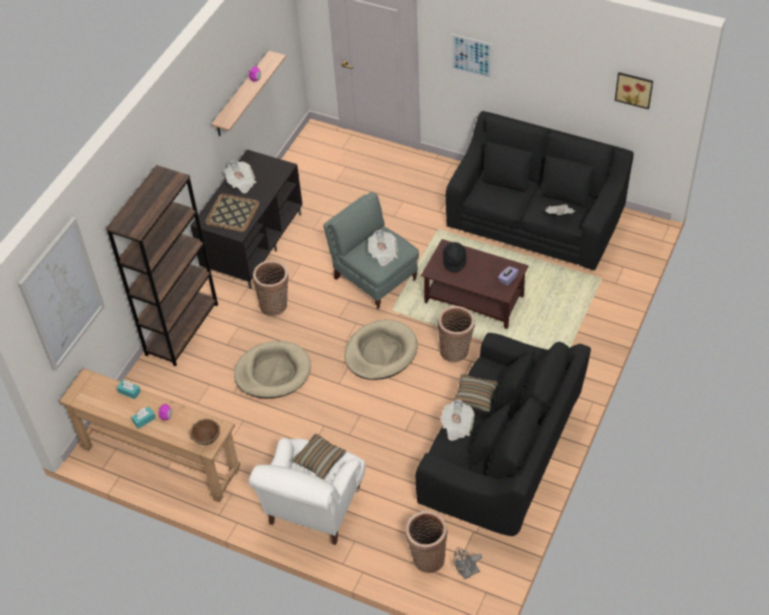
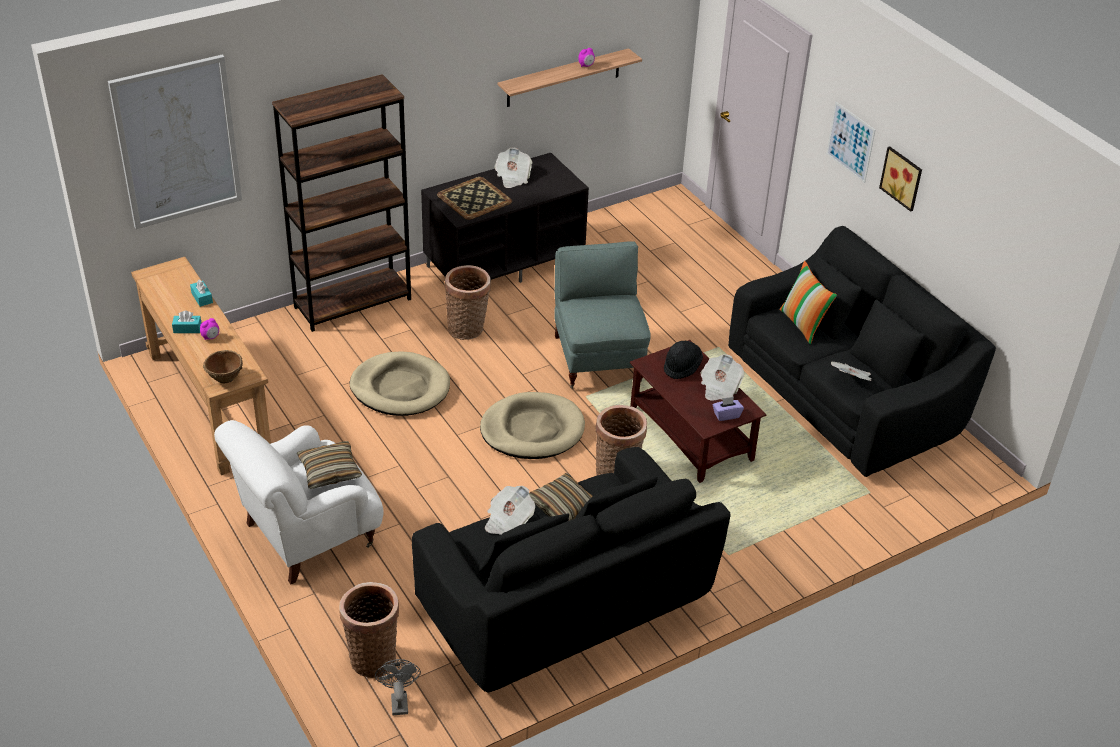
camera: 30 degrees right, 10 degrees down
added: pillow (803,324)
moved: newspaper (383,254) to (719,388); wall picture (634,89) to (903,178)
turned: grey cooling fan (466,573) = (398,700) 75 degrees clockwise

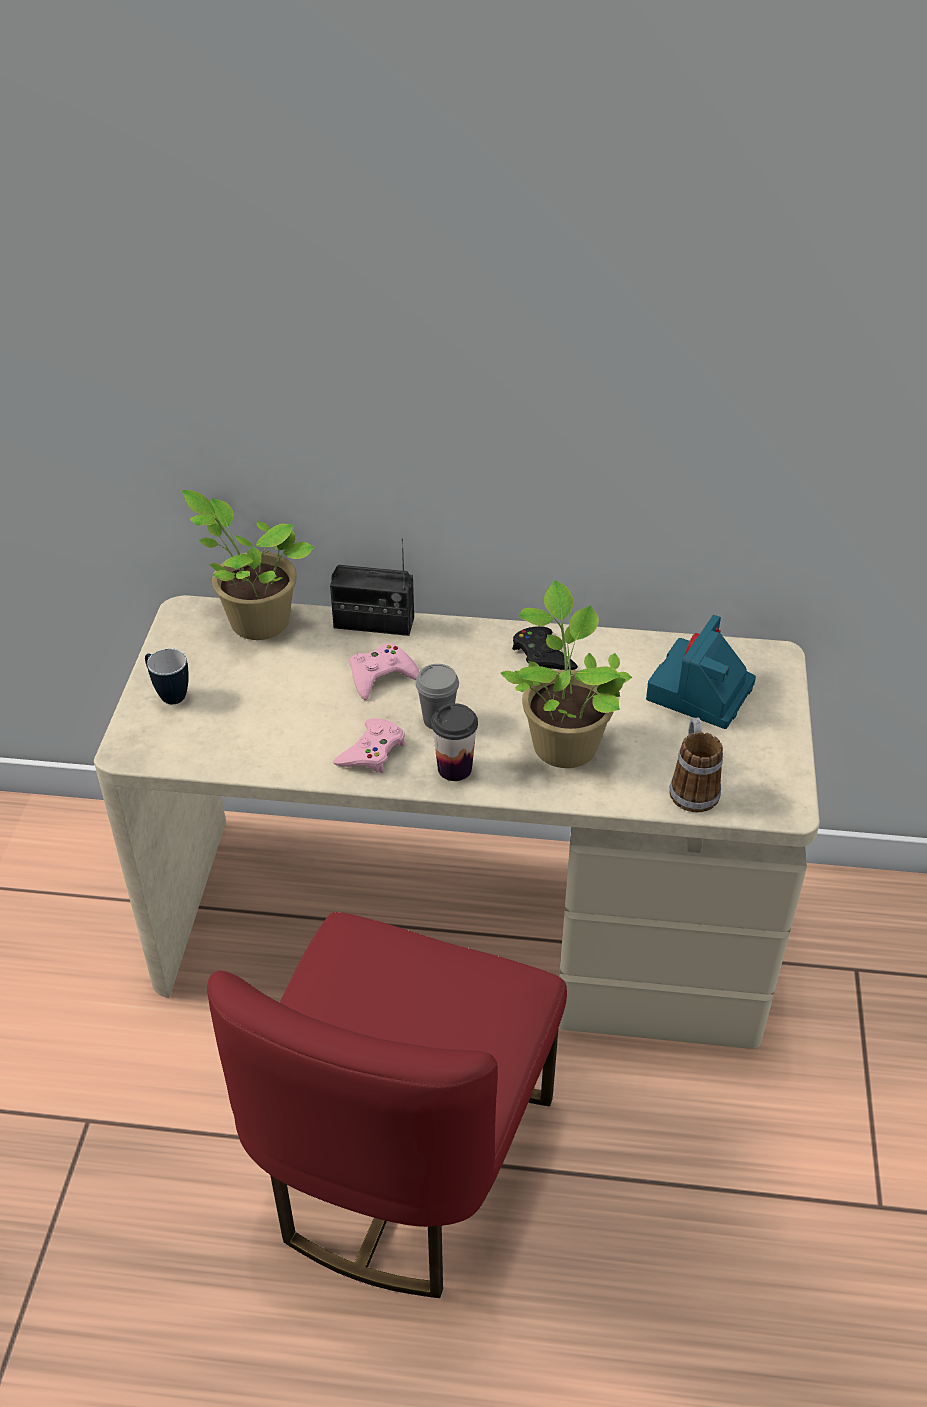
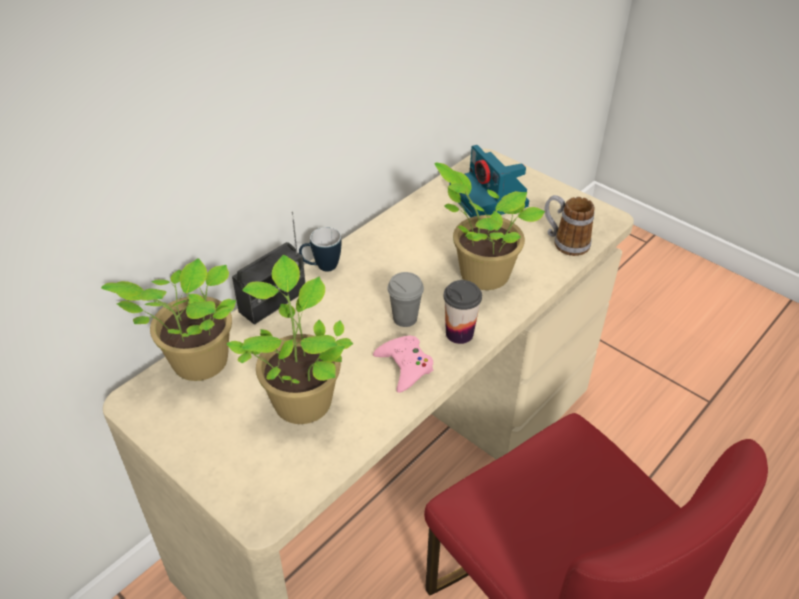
camera: 55 degrees left, 0 degrees up
removed: pink game controller (381,676); blackish game controller (542,656)
added: houseplant (301,398)
moved: coffee mug (168,694) to (321,267)

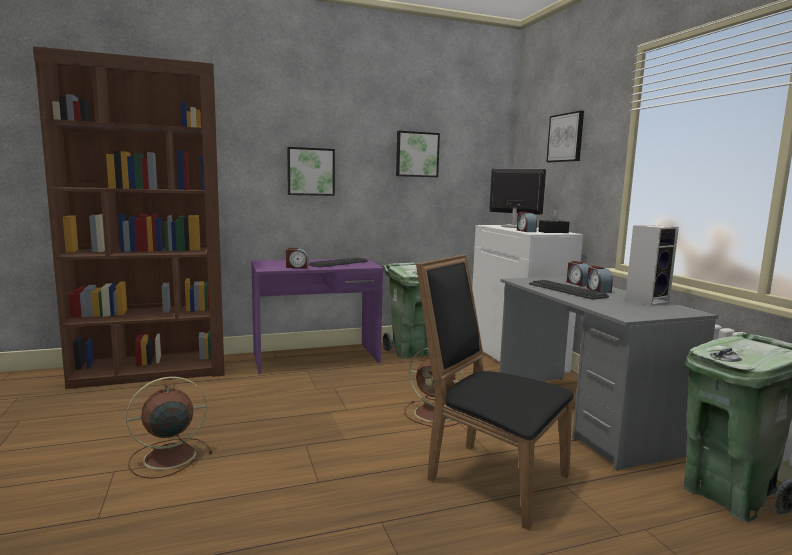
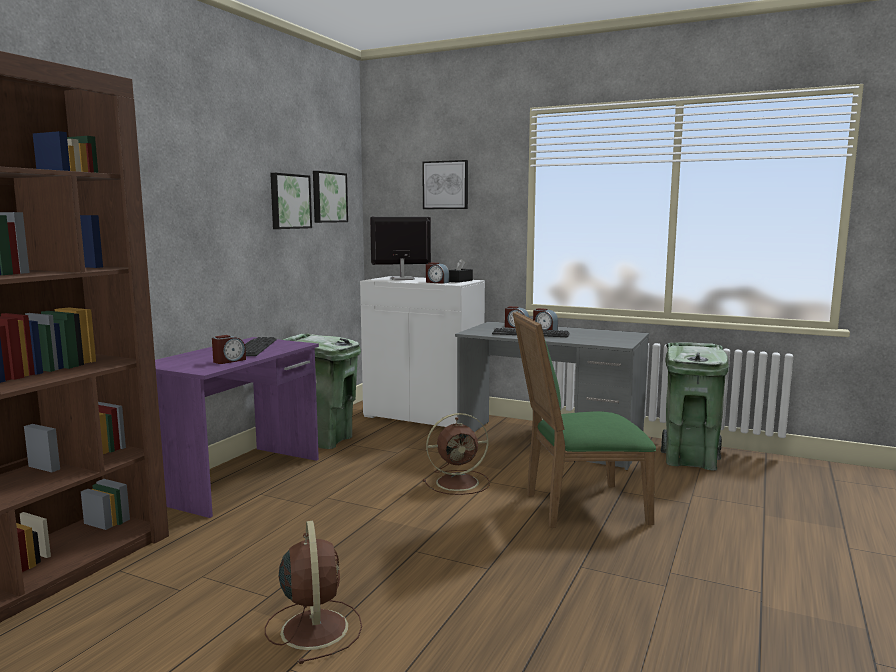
camera: 45 degrees left, 0 degrees up
removed: audio speaker (647,300)
moved: wall picture (310,171) to (328,197)
recoloured: blackish plain chair (489,476) to greenish plain chair (578,507)
turned: brownish cooling fan (167,457) = (314,627) 150 degrees clockwise

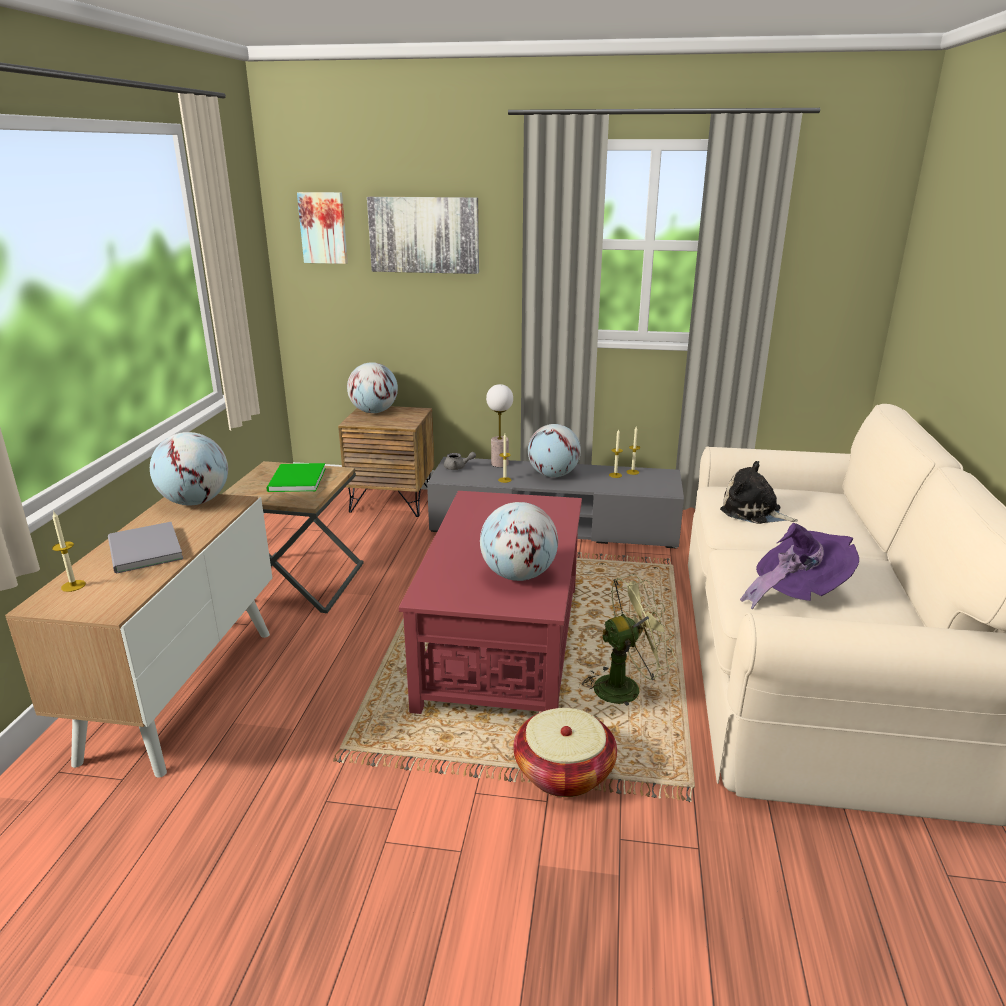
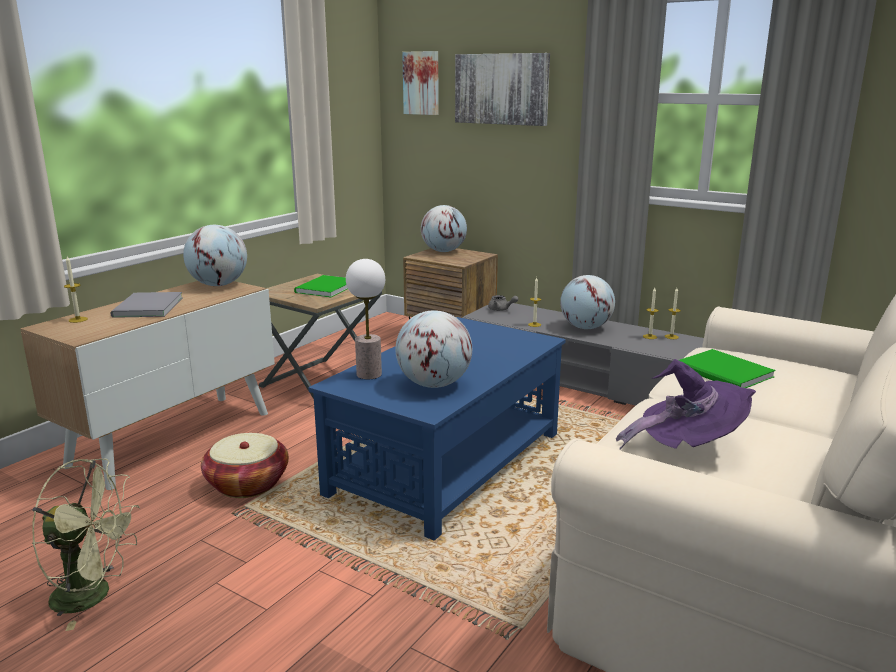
camera: 25 degrees right, 5 degrees down
moved: greenish cooling fan (625,687) to (94,595); storage basket (563,772) to (247,484); tabletop lamp (499,464) to (369,374)
replaced: soft toy (754,512) to greenish bound book (725,373)
recoloured: red-coloured coffee table (501,644) to blue-coloured coffee table (446,463)

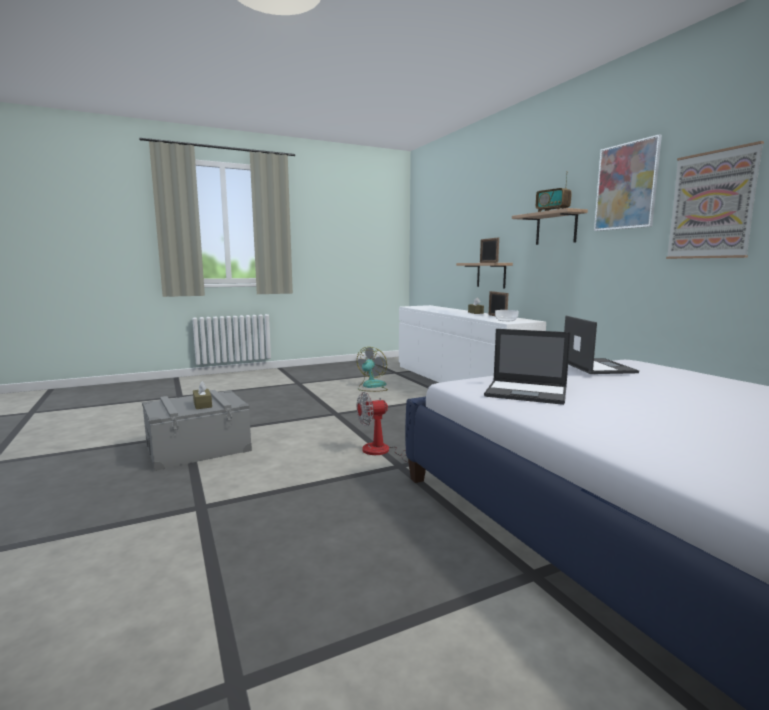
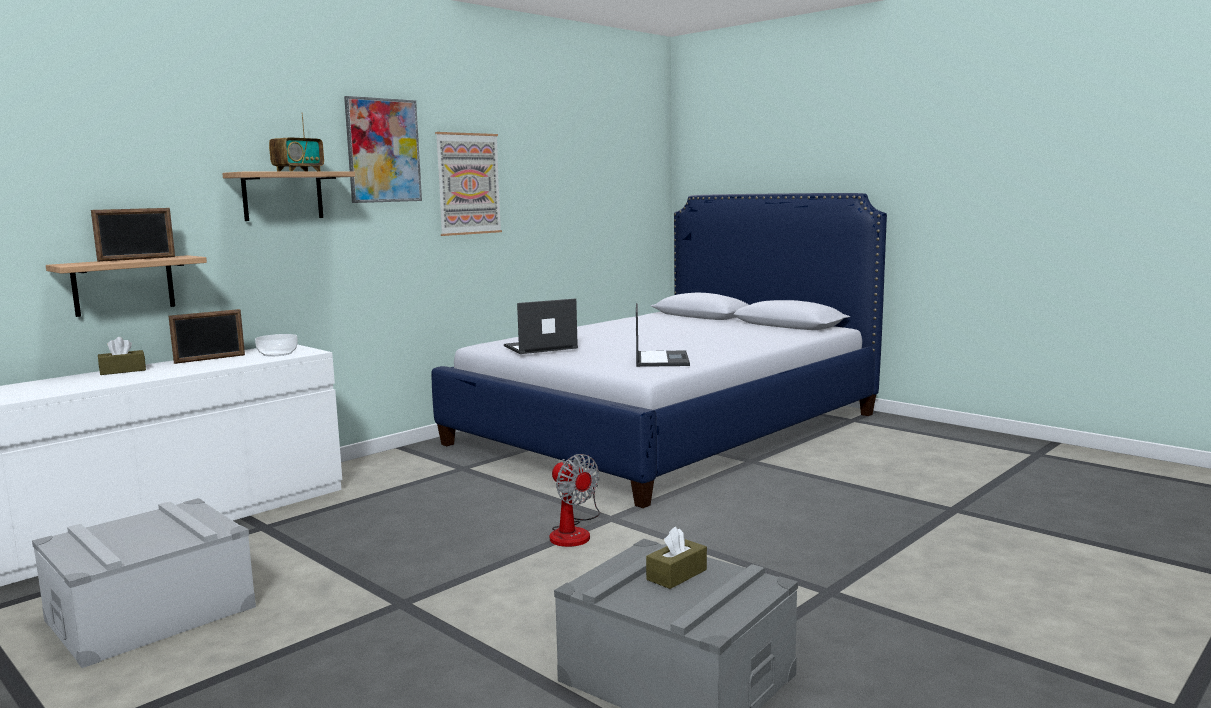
camera: 110 degrees left, 0 degrees up
replaced: cooling fan (371,386) to grey storage bin (151,614)

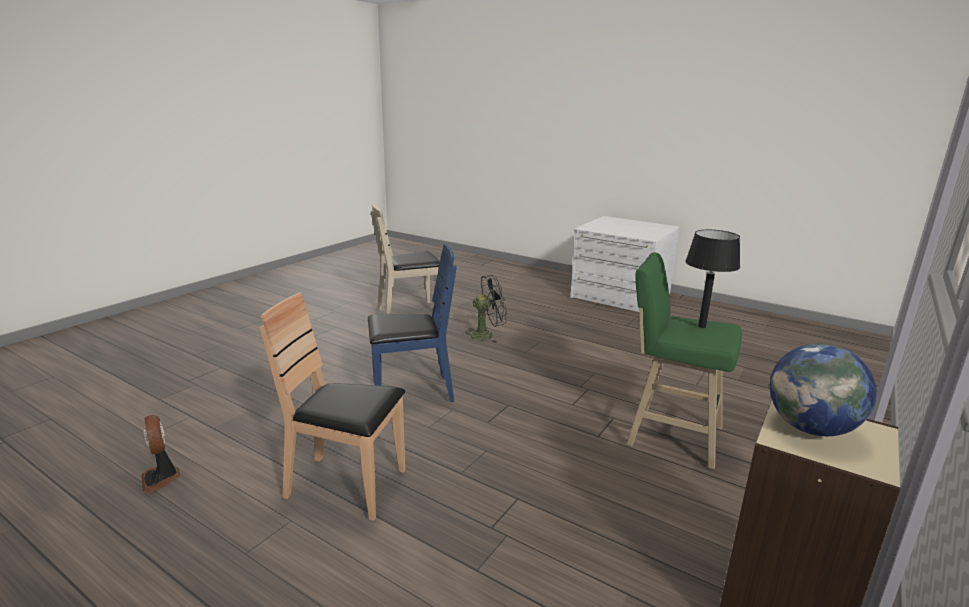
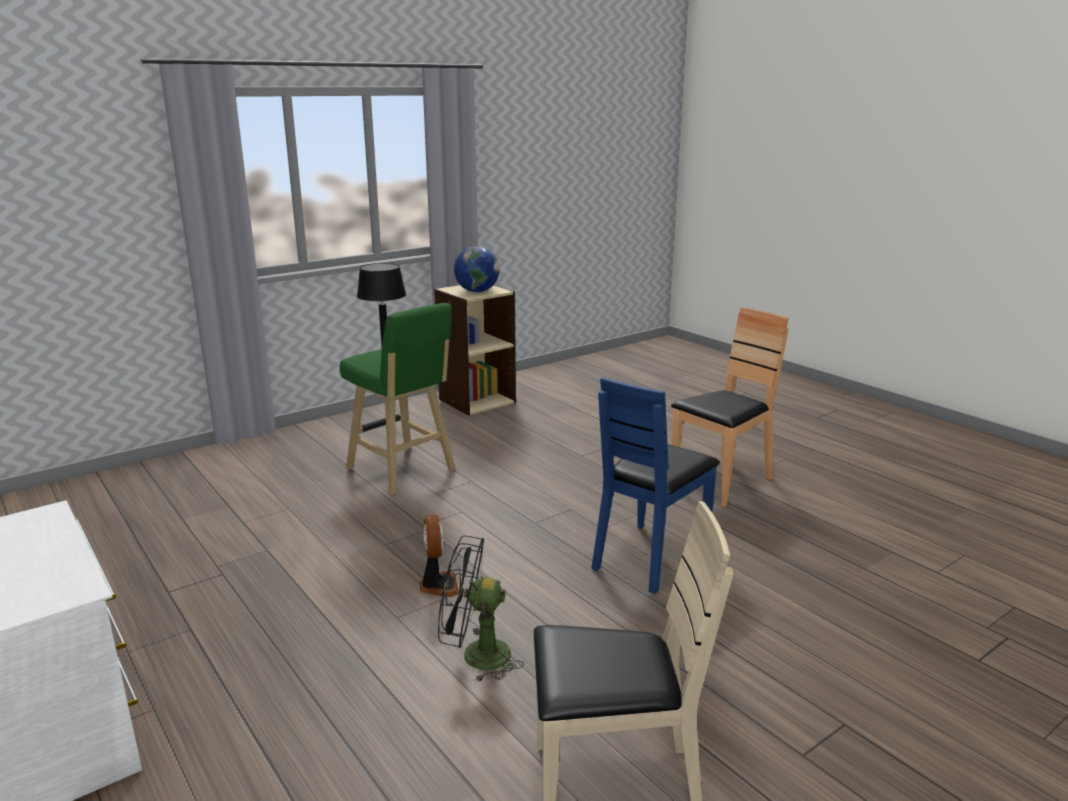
camera: 160 degrees left, 0 degrees up
moved: cooling fan (161,478) to (438,586)
turned: blue-coloured plain chair (411,392) = (650,557) 60 degrees counterclockwise; brownish plain chair (346,485) = (721,482) 75 degrees counterclockwise

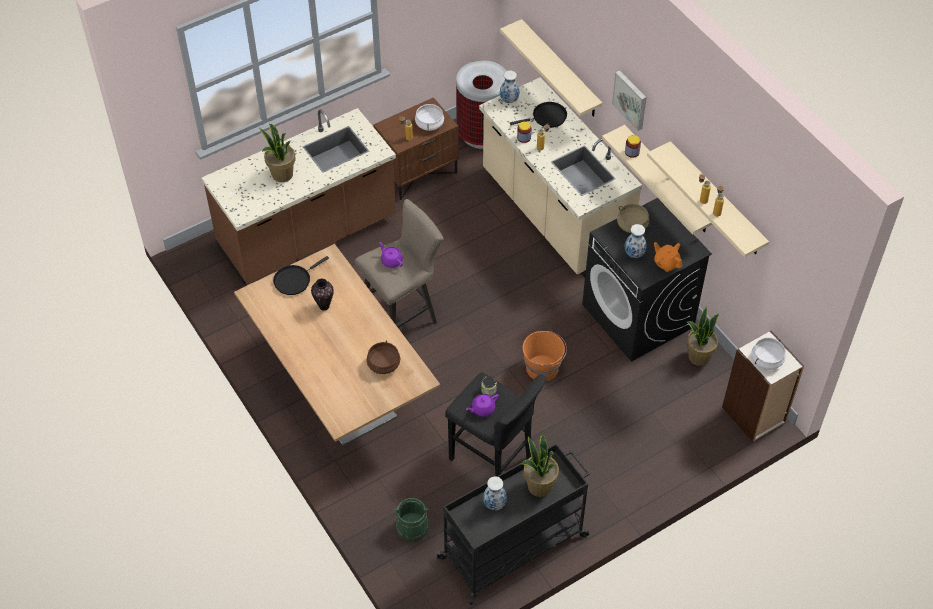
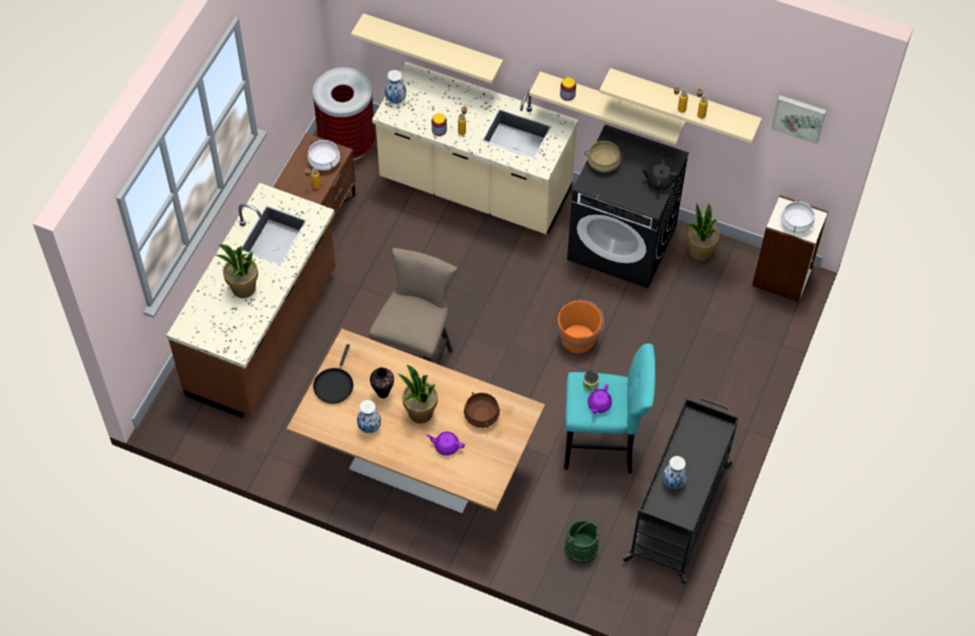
camera: 35 degrees left, 5 degrees up
removed: blackish frying pan (547,117)
moved: flower vase (634,254) to (370,427); houseplant (539,486) to (420,413); purple-coloured teapot (391,261) to (446,446); wall picture (631,99) to (799,117)
recoloured: blackish stool seat (493,461) to blue-green stool seat (603,447); orange-coloured teapot (666,263) to blackish teapot (659,182)

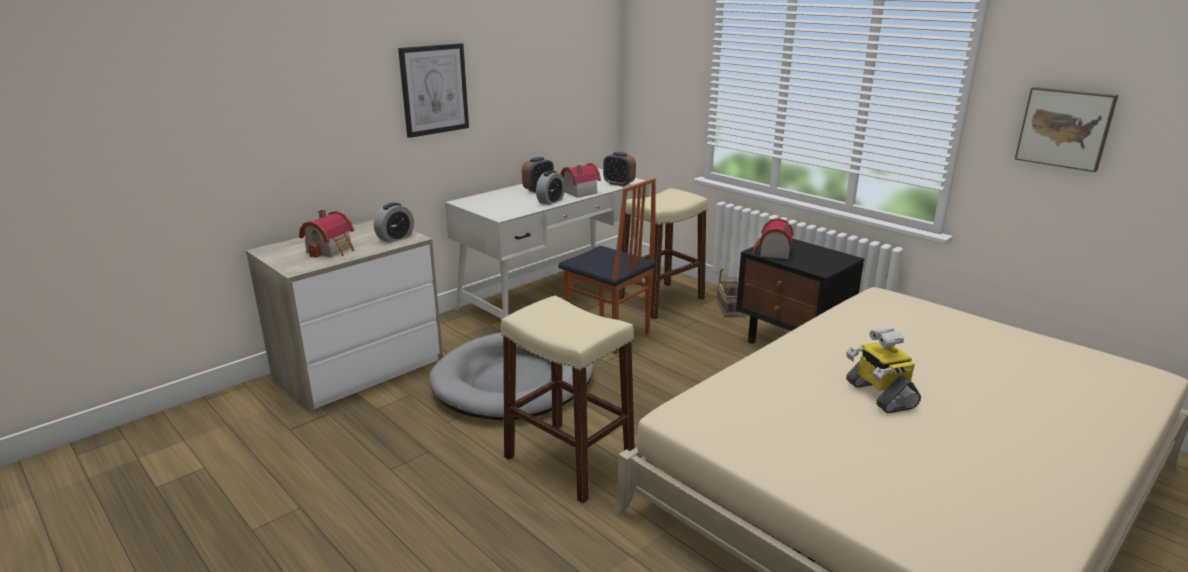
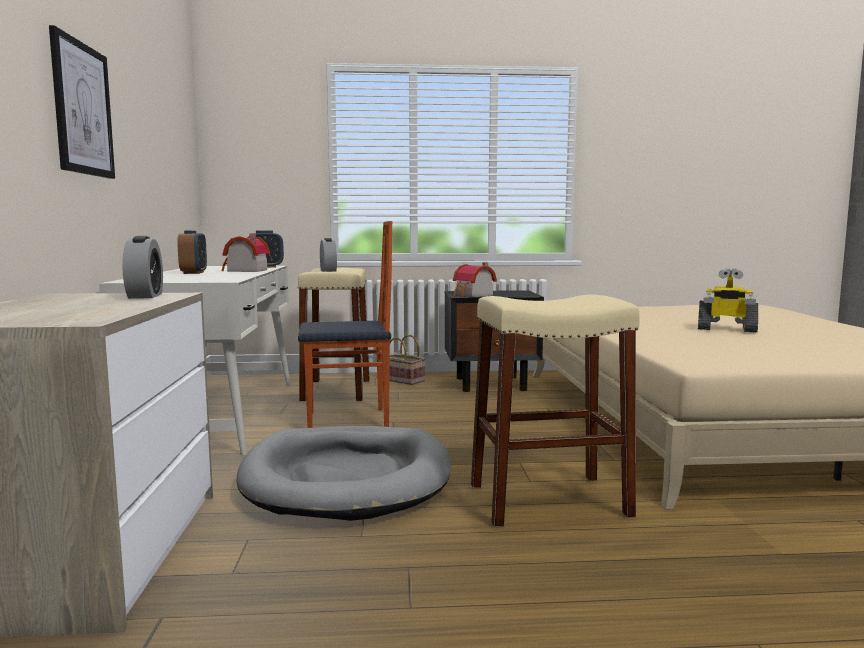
camera: 50 degrees left, 15 degrees down
removed: toy house (332,249); wall picture (1065,128)
moved: alarm clock (550,201) to (328,271)

